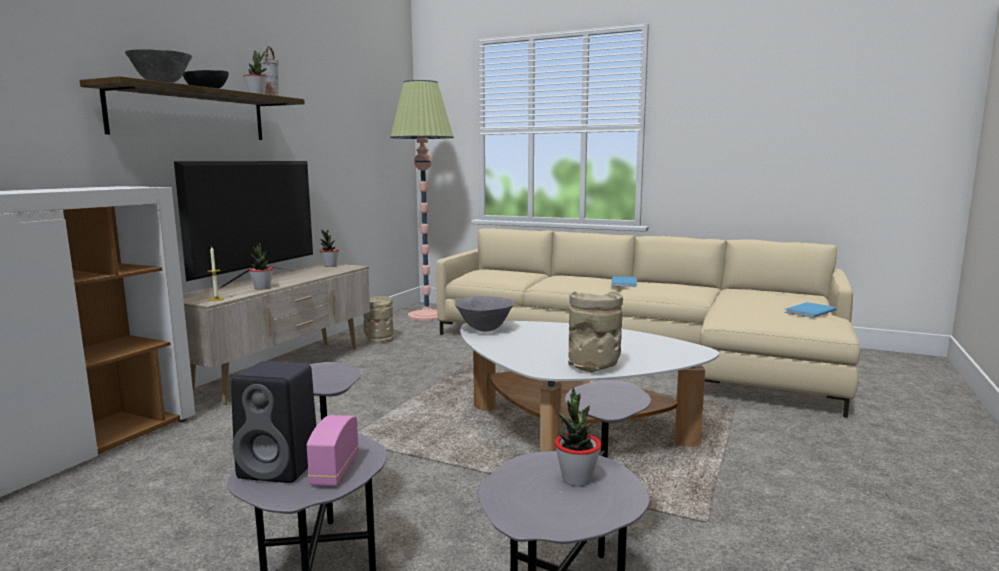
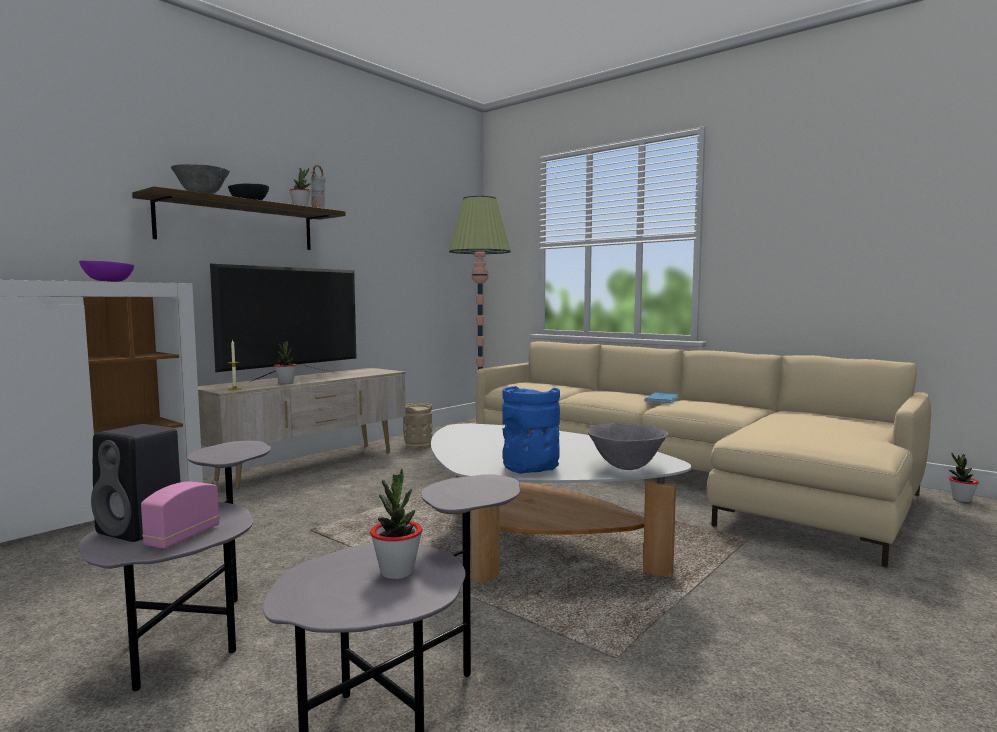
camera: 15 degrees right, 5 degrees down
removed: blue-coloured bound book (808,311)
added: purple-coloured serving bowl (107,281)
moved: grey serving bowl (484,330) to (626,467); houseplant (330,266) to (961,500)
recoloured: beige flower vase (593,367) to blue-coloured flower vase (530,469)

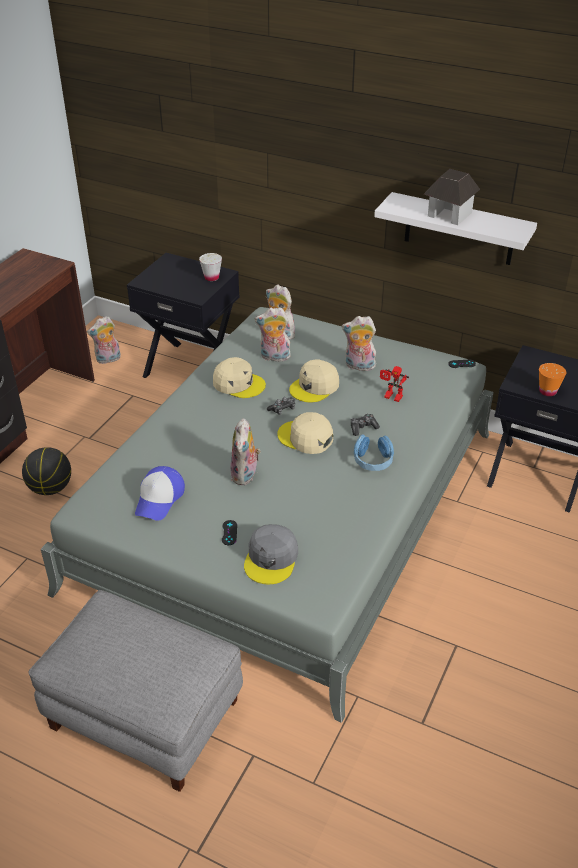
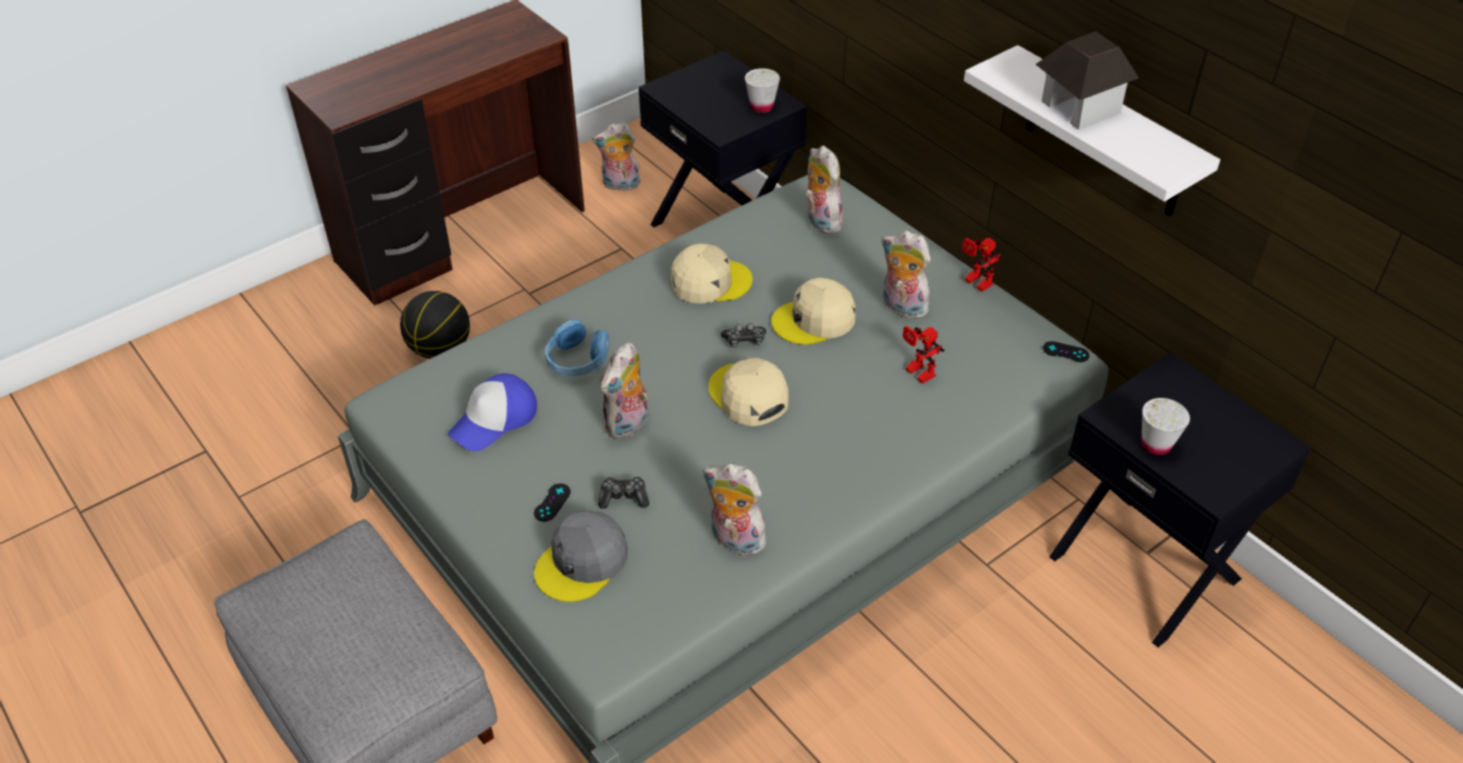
camera: 25 degrees right, 5 degrees up
added: robot figure (975,282)
moved: blue-coloured headset (373,460) to (577,360); game controller (363,428) to (624,497); soft toy (274,357) to (734,540)
recoloured: orange-coloured small cup (547,391) to white small cup (1156,444)
turned: beige peaked cap (238,383) = (710,281) 60 degrees counterclockwise

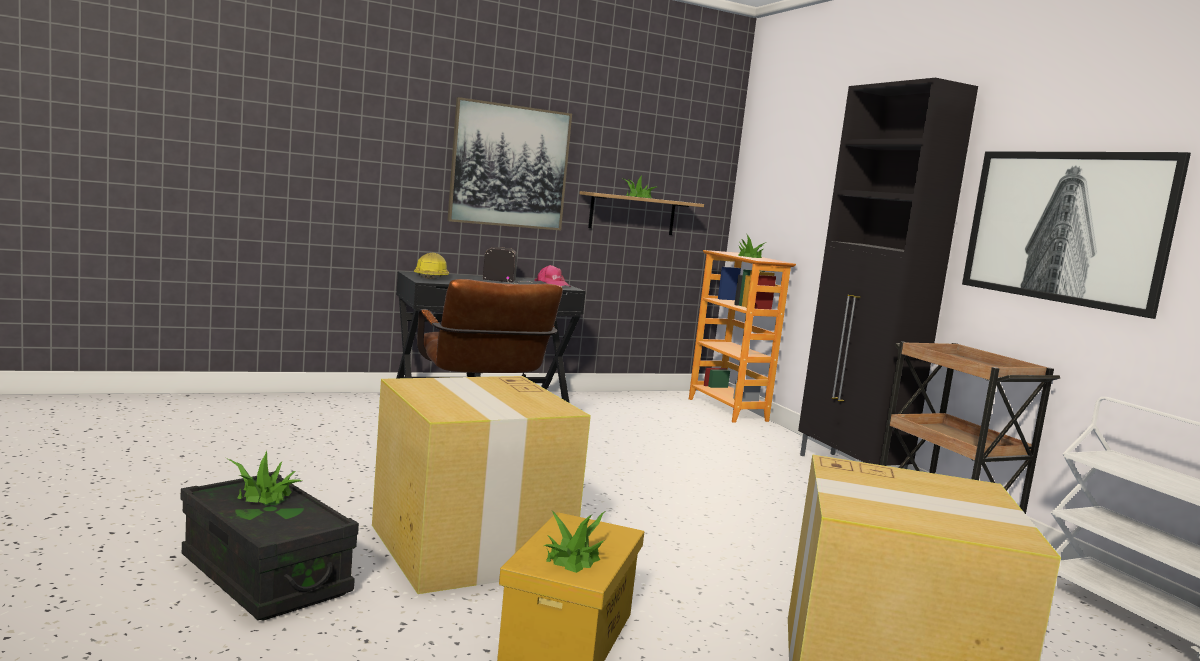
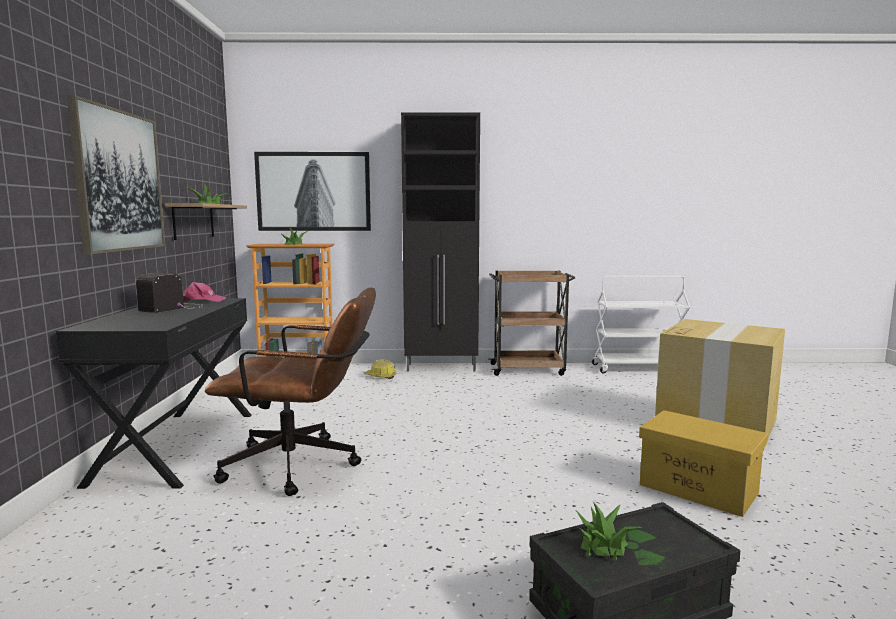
camera: 65 degrees left, 0 degrees up
removed: carton (470,548); houseplant (574,558)
moved: wall picture (1064,227) to (313,191); safety helmet (431,276) to (380,376)

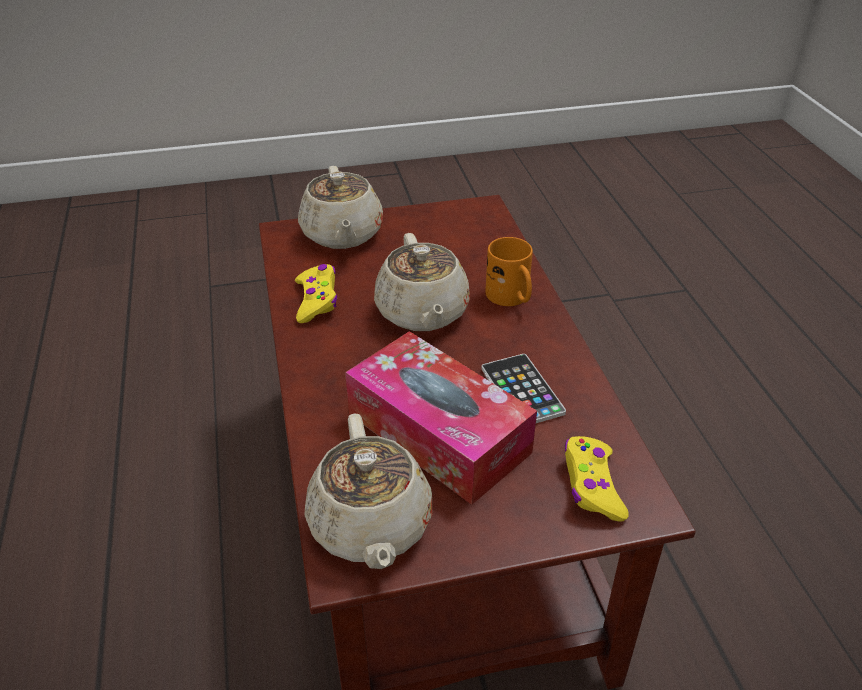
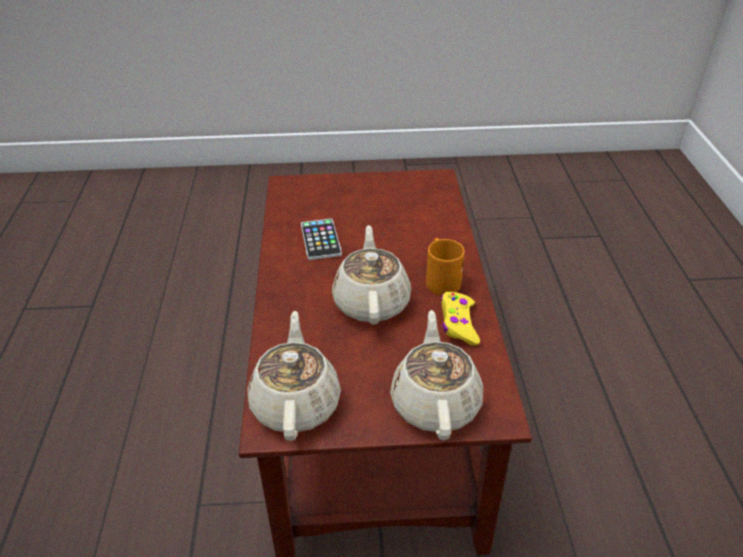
camera: 170 degrees left, 0 degrees up
removed: tissue holder (438,433); yellow-coloured game controller (592,485)
moved: beige teapot (370,526) to (296,403); orange-coloured coffee mug (512,298) to (440,279)

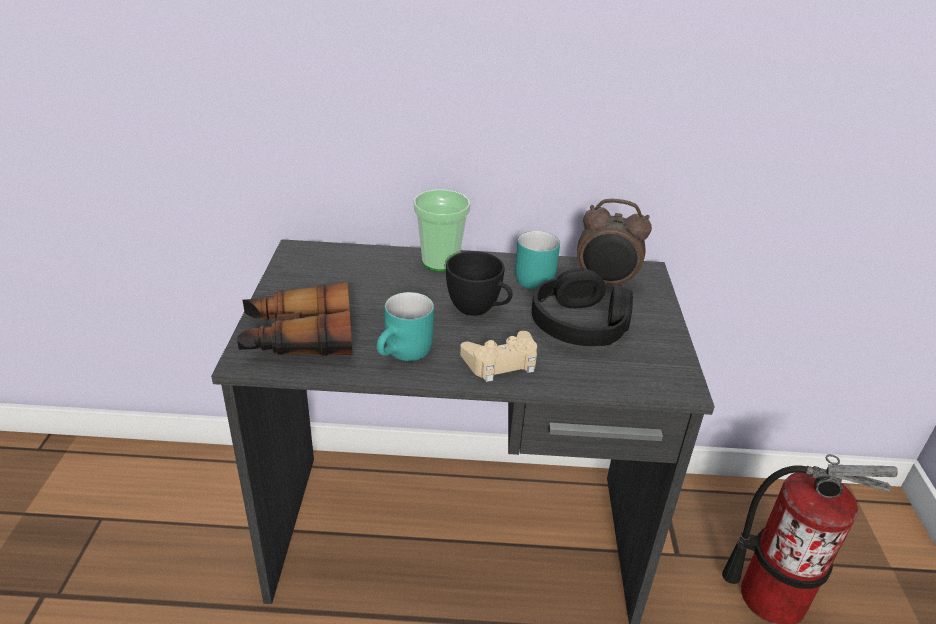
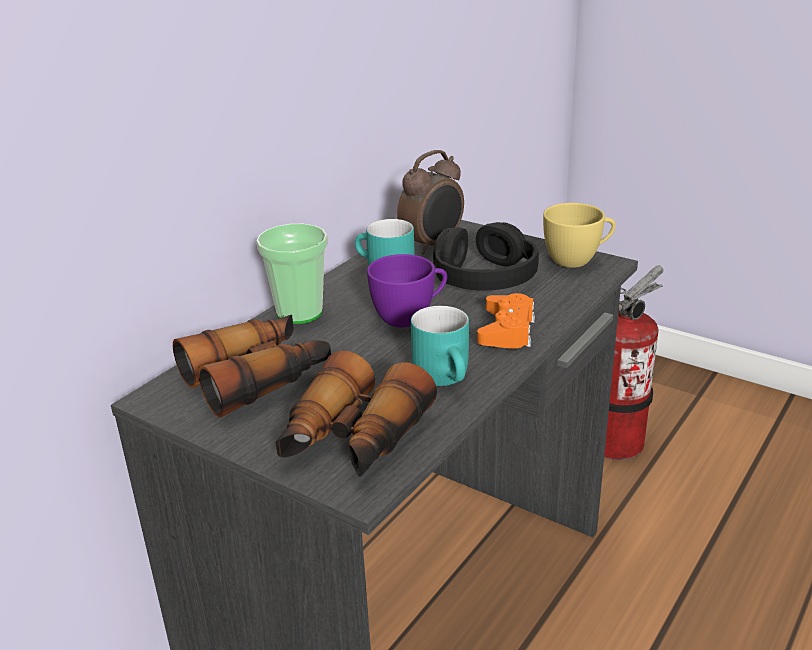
camera: 55 degrees left, 5 degrees down
added: pair of binoculars (258,377); yellow-coloured small cup (578,259)
recoloured: blackish small cup (479,309) to purple-coloured small cup (410,316); beige game controller (501,362) to orange-coloured game controller (507,330)

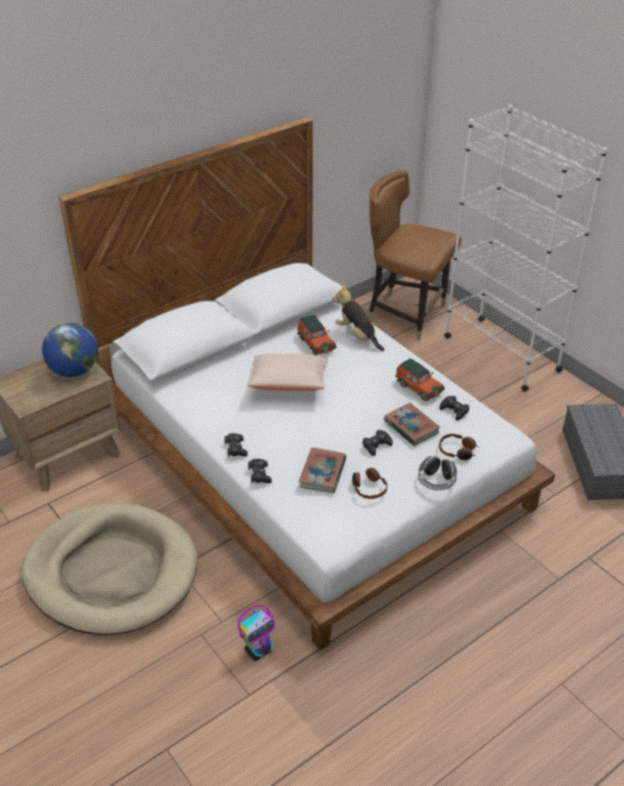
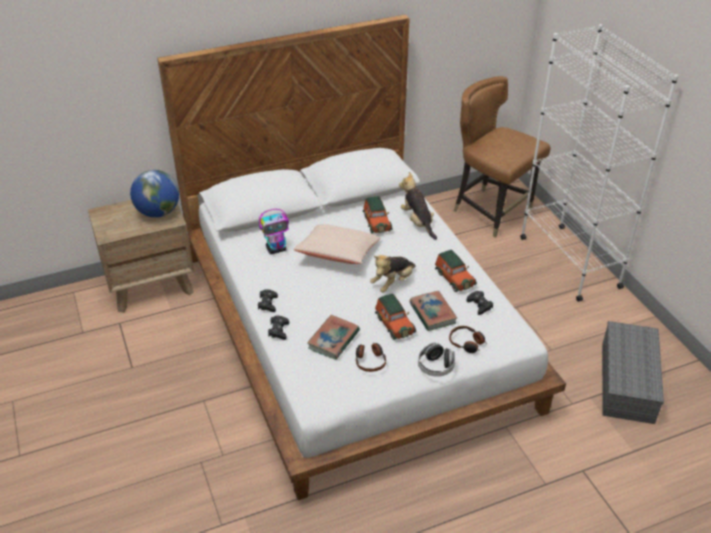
camera: 15 degrees right, 0 degrees up
removed: beige pet bed (112,572)
added: soft toy (393,283)
moved: robot figure (259,650) to (276,249)
replaced: blackish game controller (376,445) to model car (393,324)

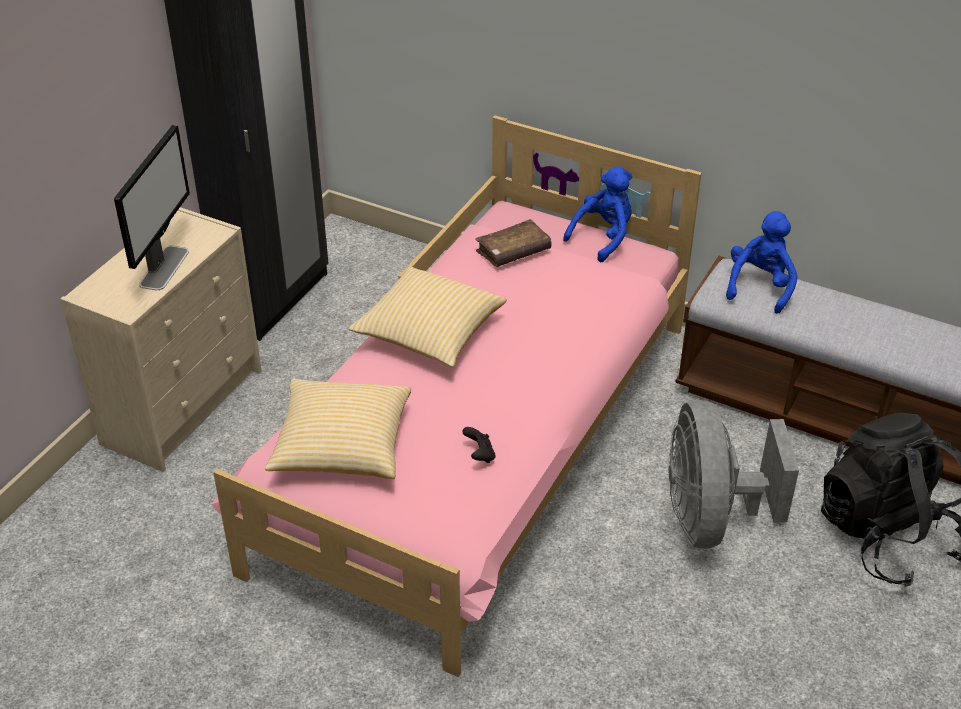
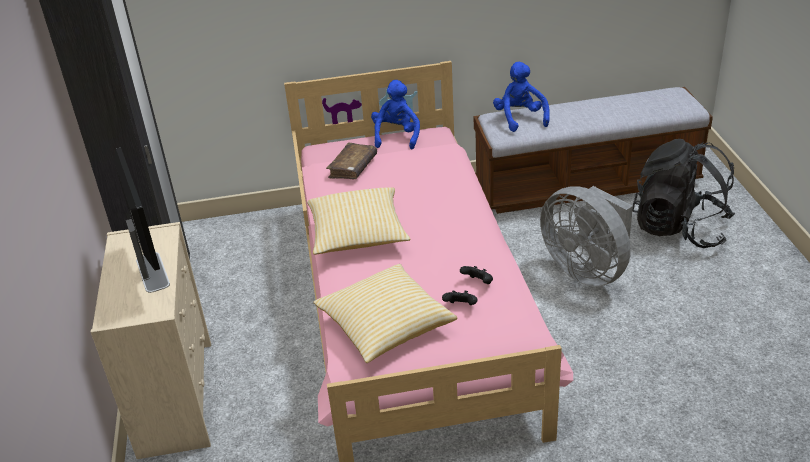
camera: 35 degrees left, 5 degrees down
added: blackish game controller (461,306)

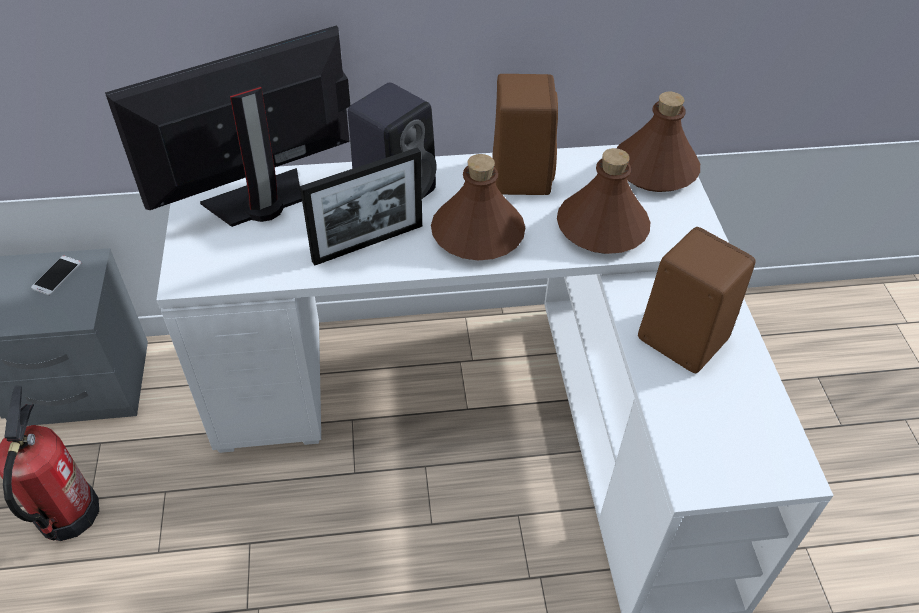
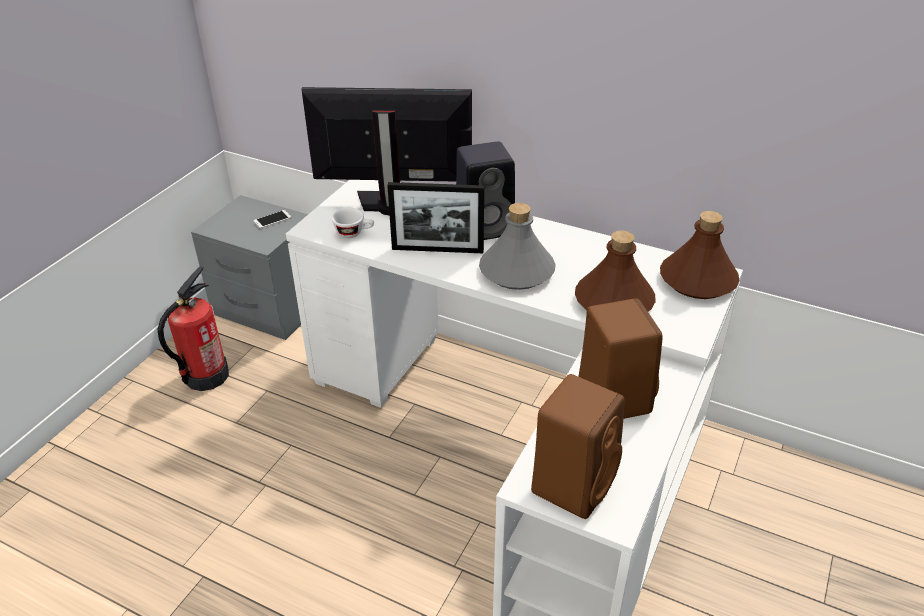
camera: 35 degrees right, 10 degrees down
added: white small cup (354,233)
moved: brownish audio speaker (519,174) to (574,482)
recoloured: brownish beverage bottle (478,234) to grey beverage bottle (517,271)

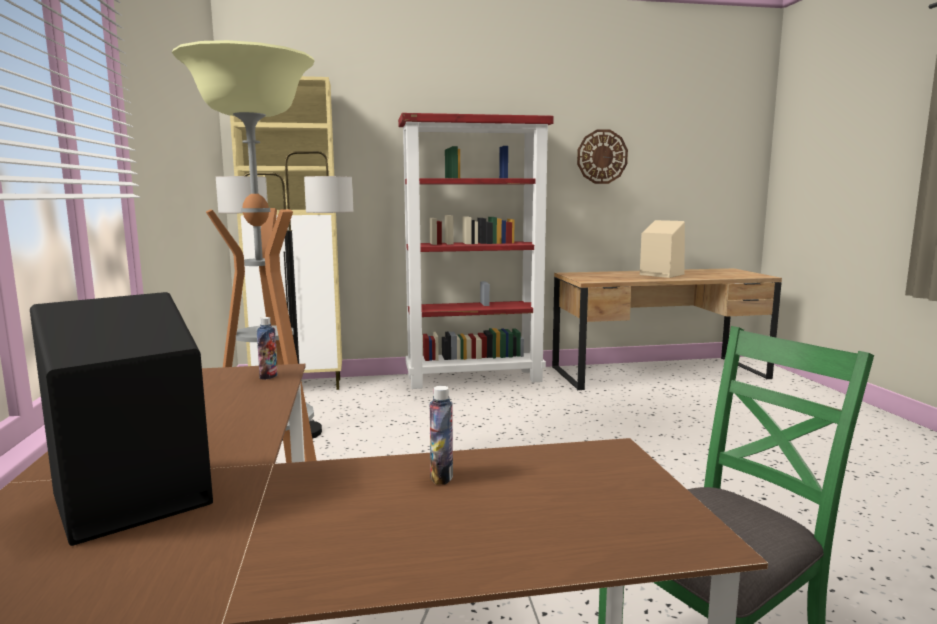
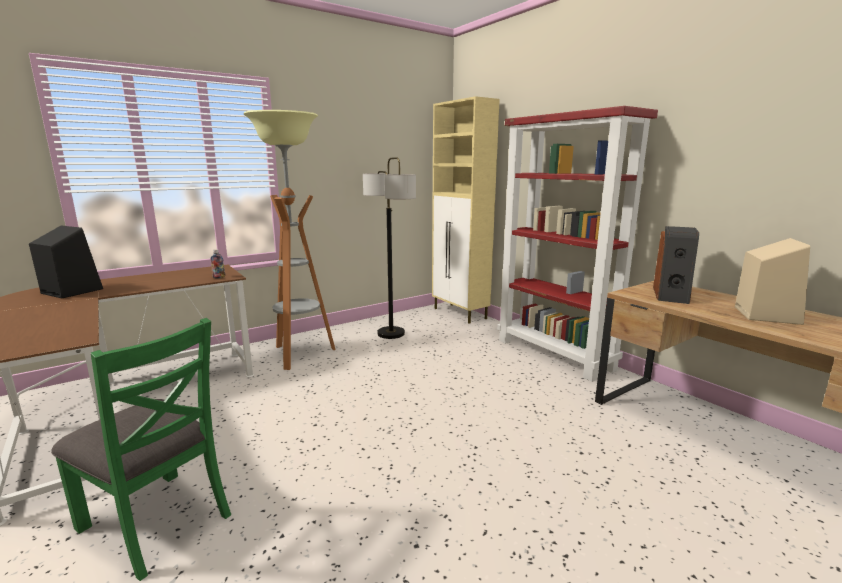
camera: 65 degrees right, 5 degrees up
removed: beverage bottle (441,477); hanging clock (602,156)
added: audio speaker (672,295)

